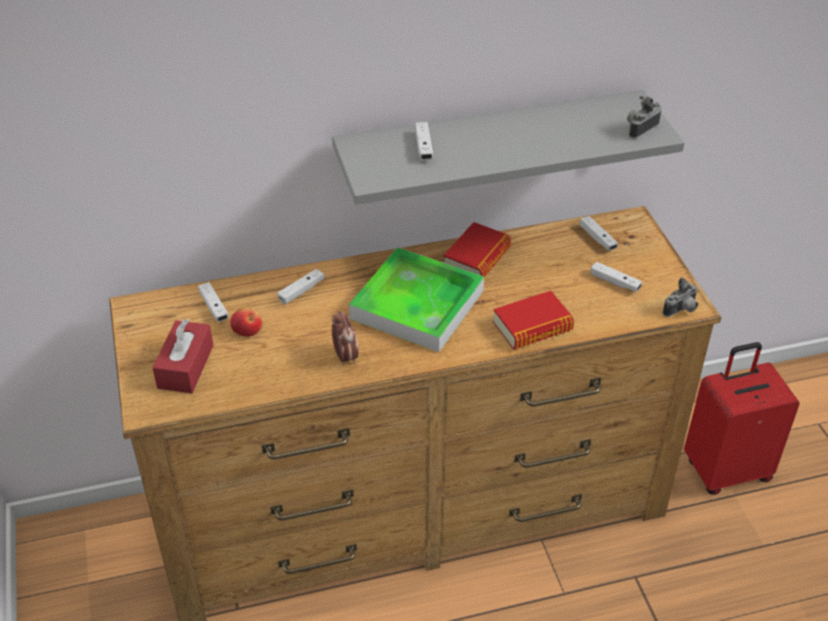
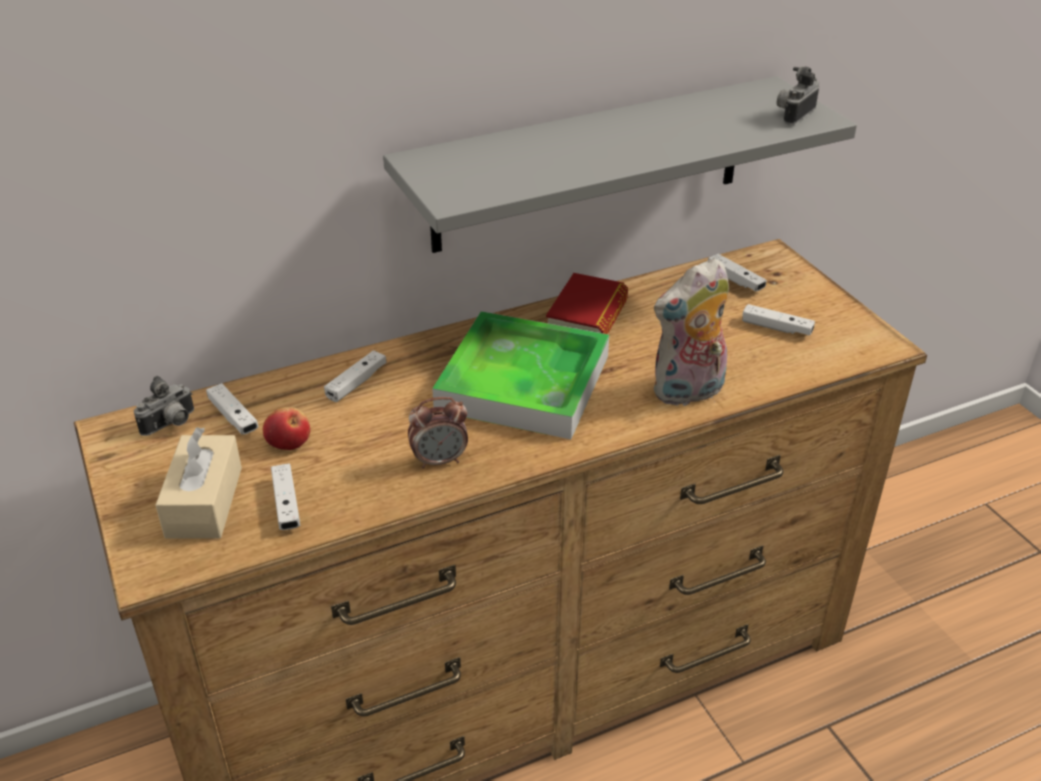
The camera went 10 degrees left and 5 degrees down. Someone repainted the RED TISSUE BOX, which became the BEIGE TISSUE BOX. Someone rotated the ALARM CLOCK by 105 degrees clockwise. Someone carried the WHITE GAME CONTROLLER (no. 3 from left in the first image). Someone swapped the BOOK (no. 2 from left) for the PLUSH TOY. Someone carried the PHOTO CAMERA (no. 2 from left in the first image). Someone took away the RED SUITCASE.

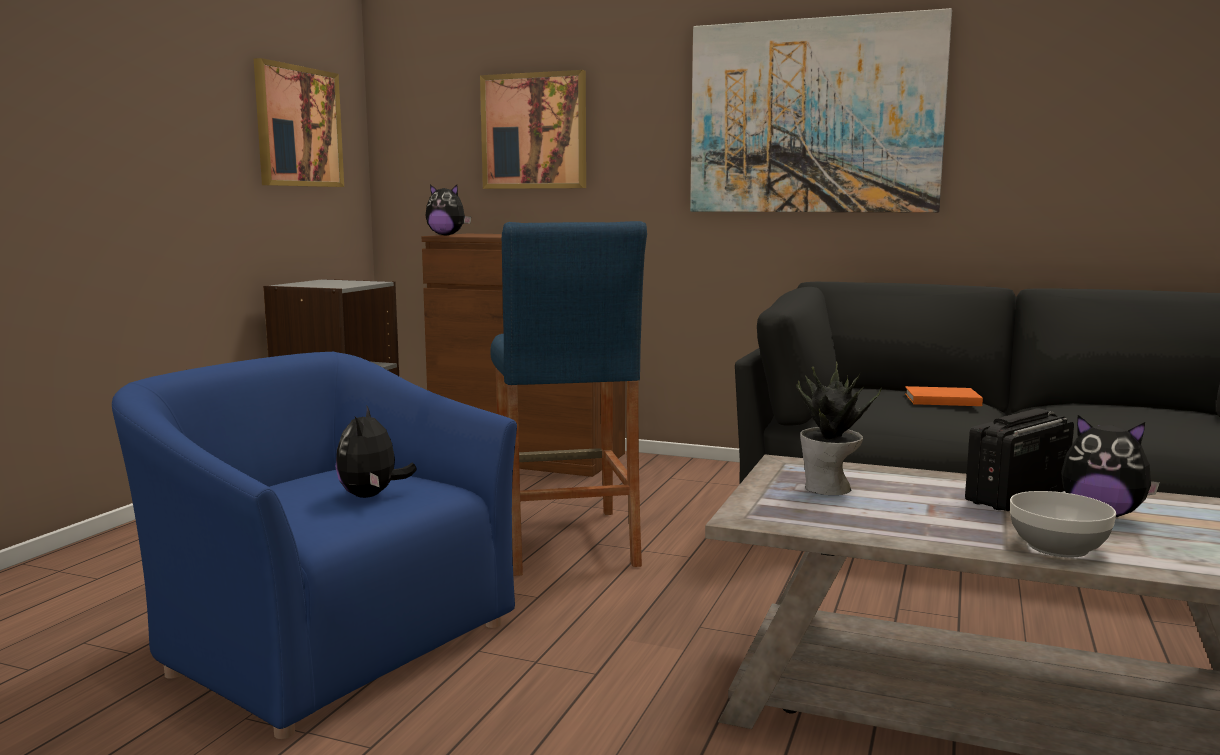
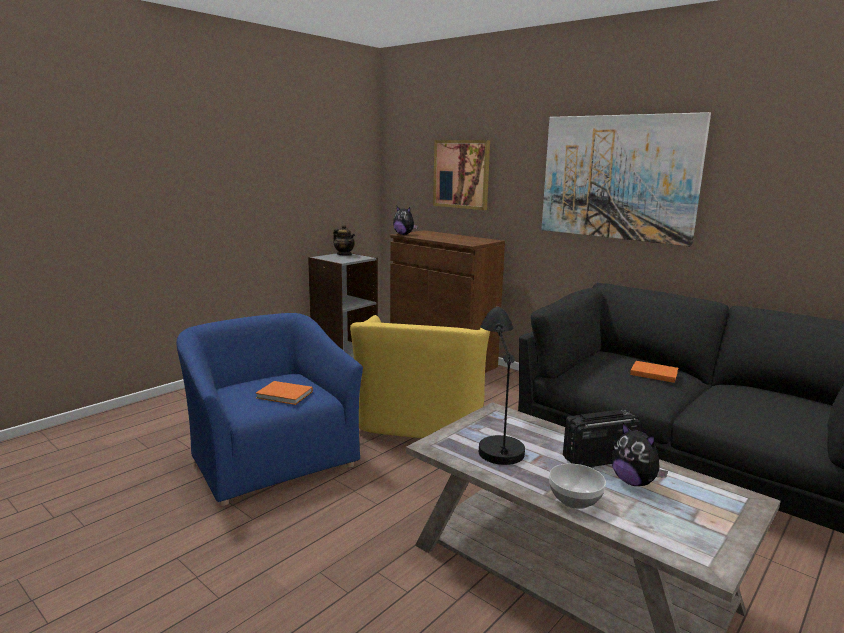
The camera went 20 degrees right and 5 degrees up. Someone took away the PICTURE (no. 1 from left). Someone swapped the PLUSH TOY (no. 1 from left) for the ORANGE BOOK (no. 1 from left). Someone swapped the BLUE STOOL for the YELLOW ARMCHAIR. Someone swapped the POTTED PLANT for the BLACK TABLE LAMP. Someone put down the TEAPOT.

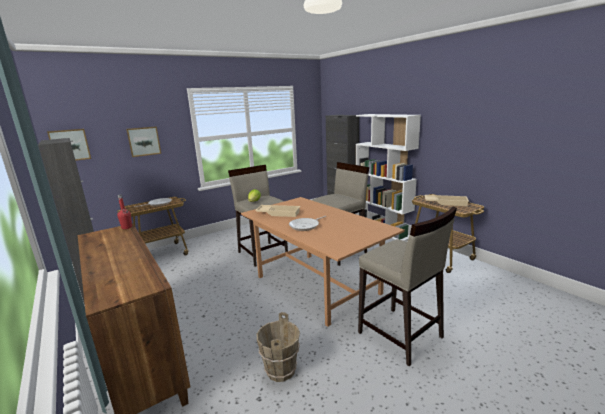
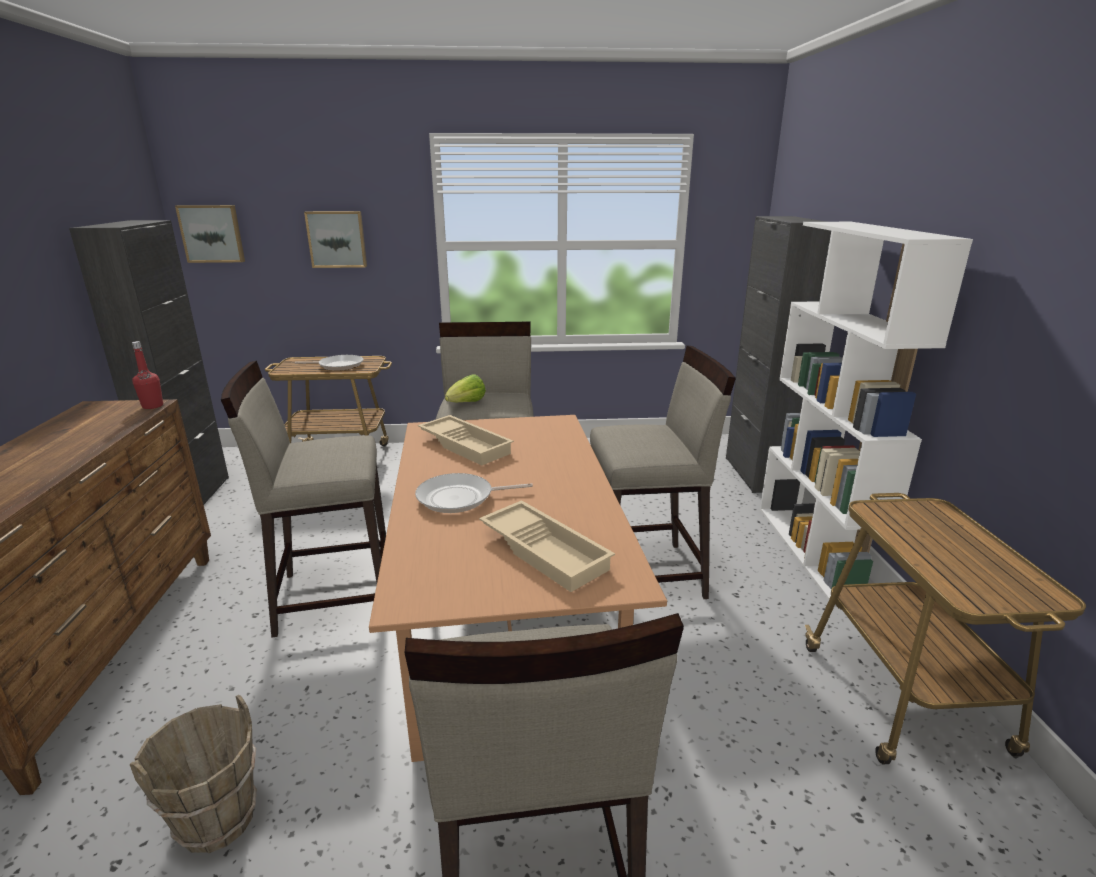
The camera went 30 degrees right and 5 degrees up. Someone carried the BEIGE TRAY (no. 2 from left). Someone put down the BEIGE STOOL (no. 1 from left).

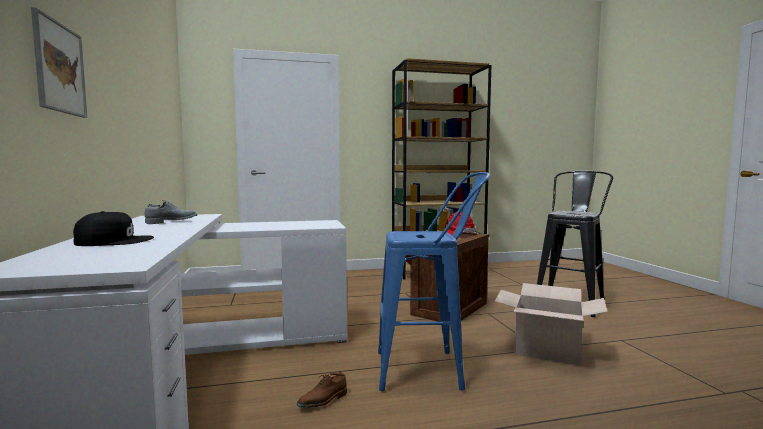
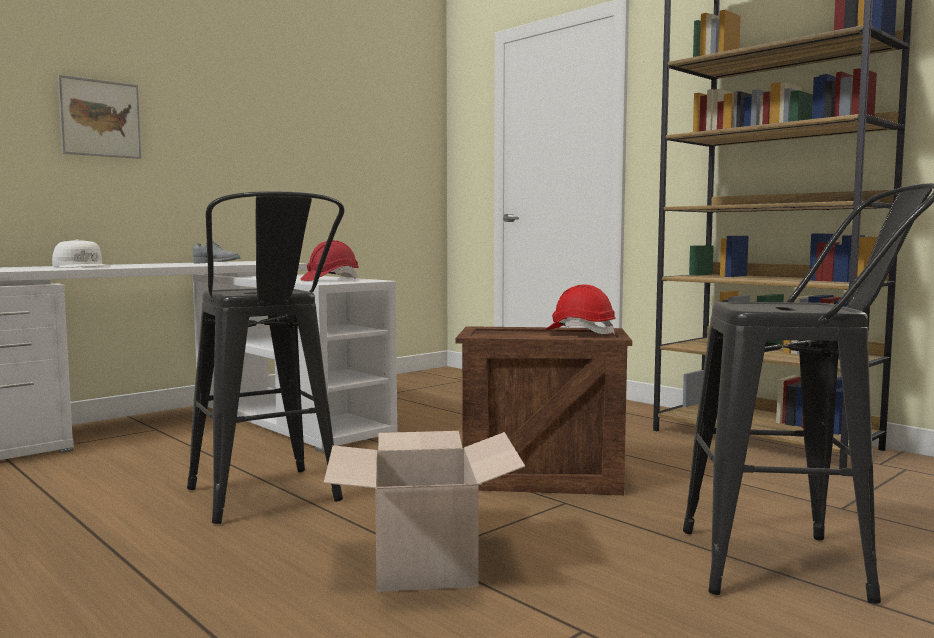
The camera went 60 degrees right and 0 degrees up. Someone repainted the BLACK CAP, which became the WHITE CAP. Someone took away the BROWN SHOE. Someone repainted the BLUE STOOL, which became the BLACK STOOL (no. 1 from left). Someone put down the RED HARD HAT (no. 1 from left).

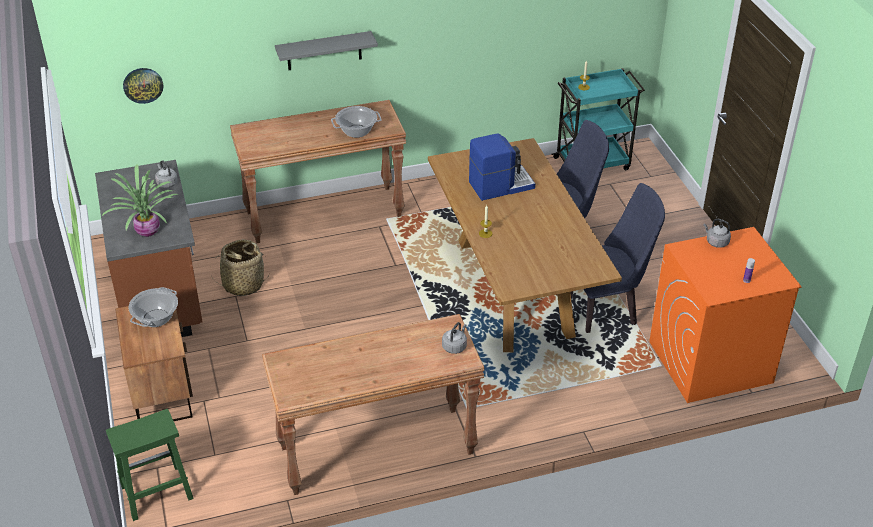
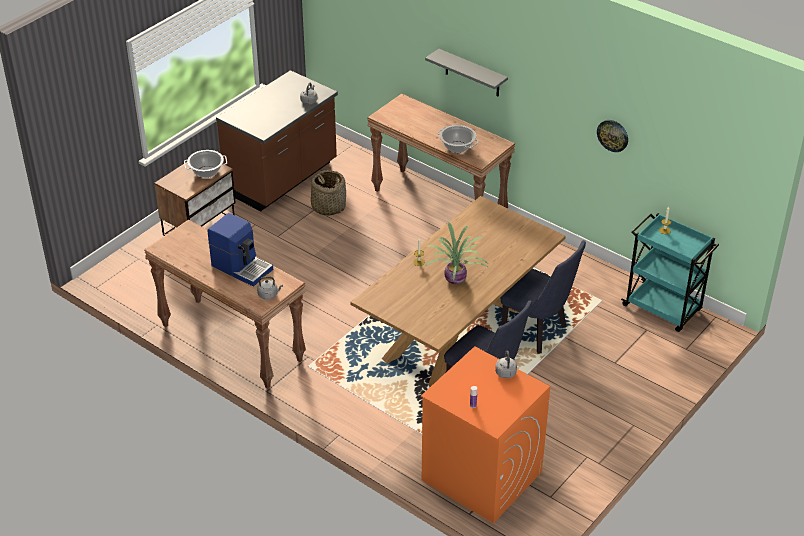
The camera went 55 degrees right and 0 degrees up. Someone carried the POTTED PLANT. Someone took away the GREEN STOOL. Someone carried the WALL CLOCK. Someone carried the COFFEE MACHINE.

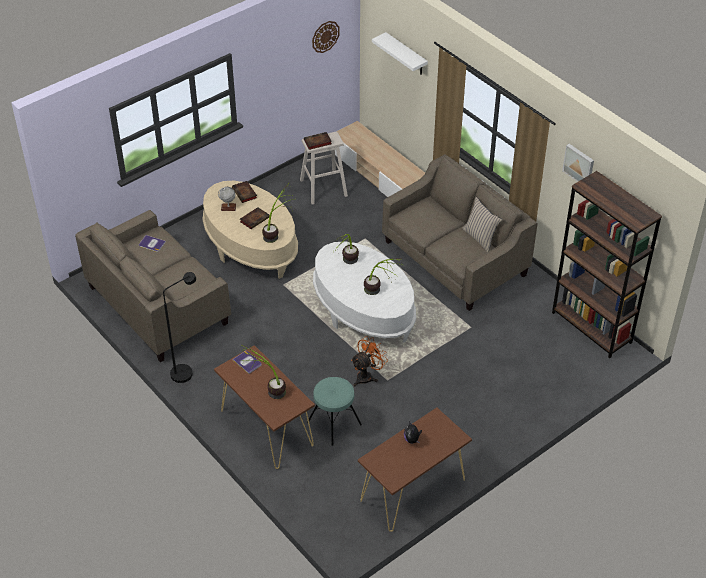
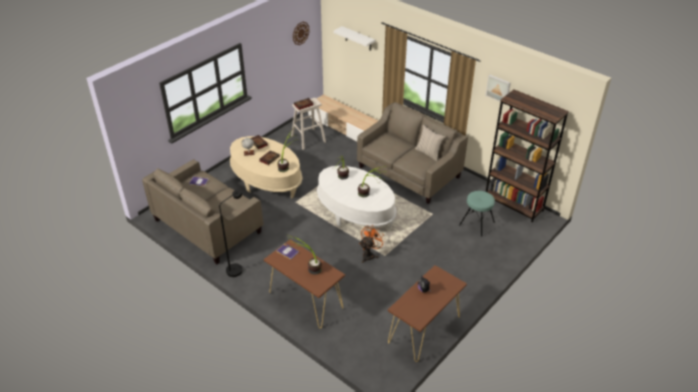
The camera went 10 degrees left and 5 degrees down. Someone carried the TURQUOISE STOOL.

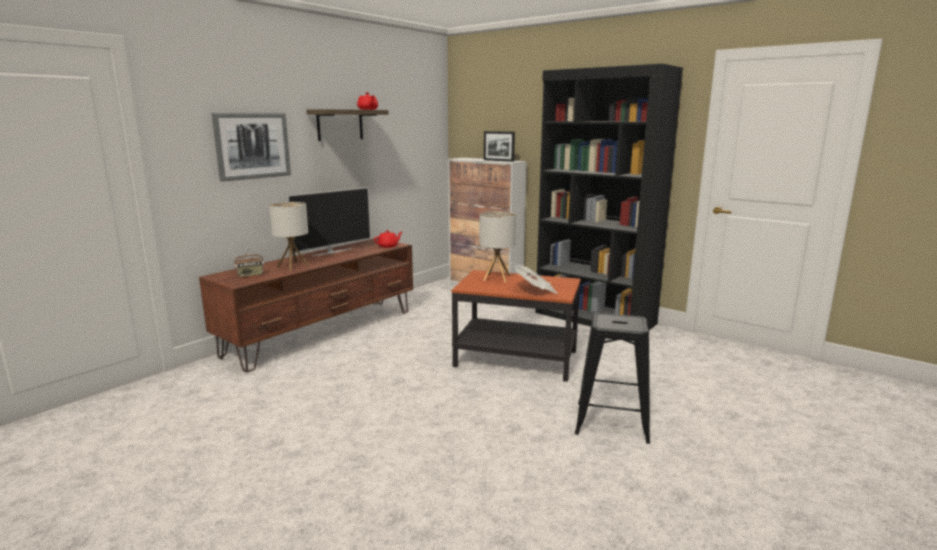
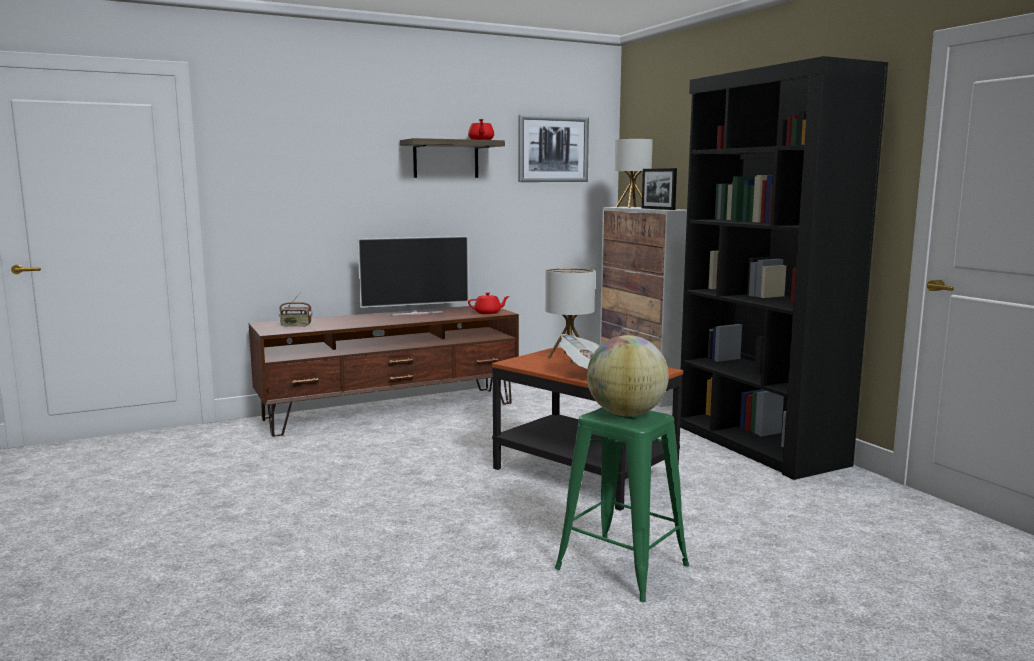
The camera went 25 degrees right and 5 degrees down. Someone carried the PICTURE. Someone carried the TABLE LAMP (no. 1 from left in the first image). Someone repainted the BLACK STOOL, which became the GREEN STOOL. Someone put down the GLOBE.

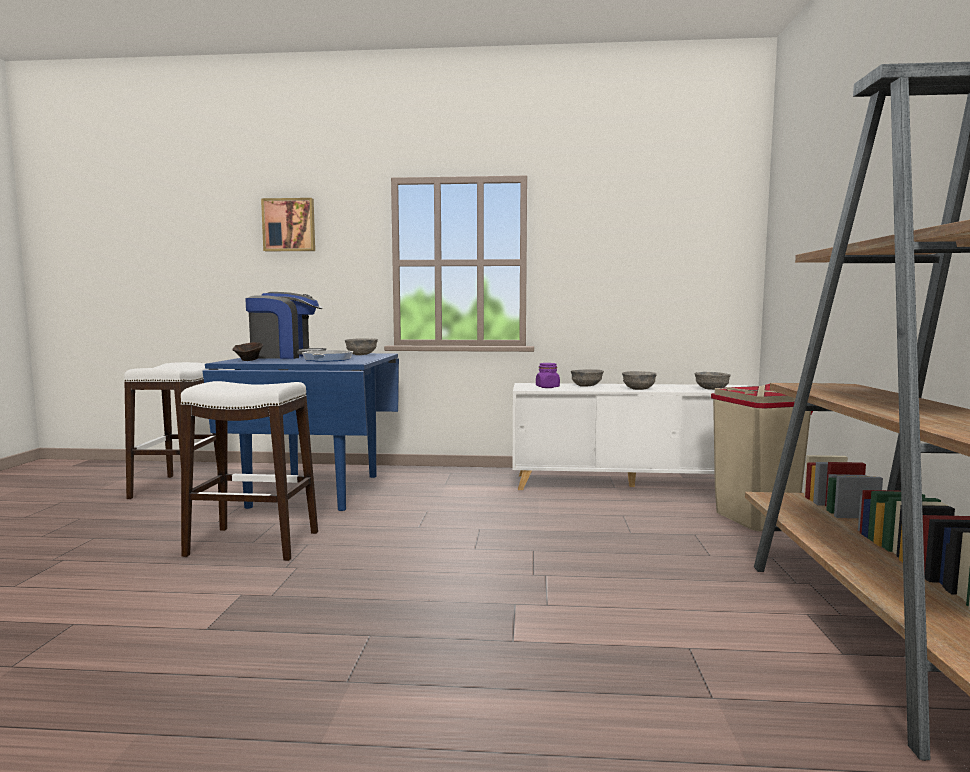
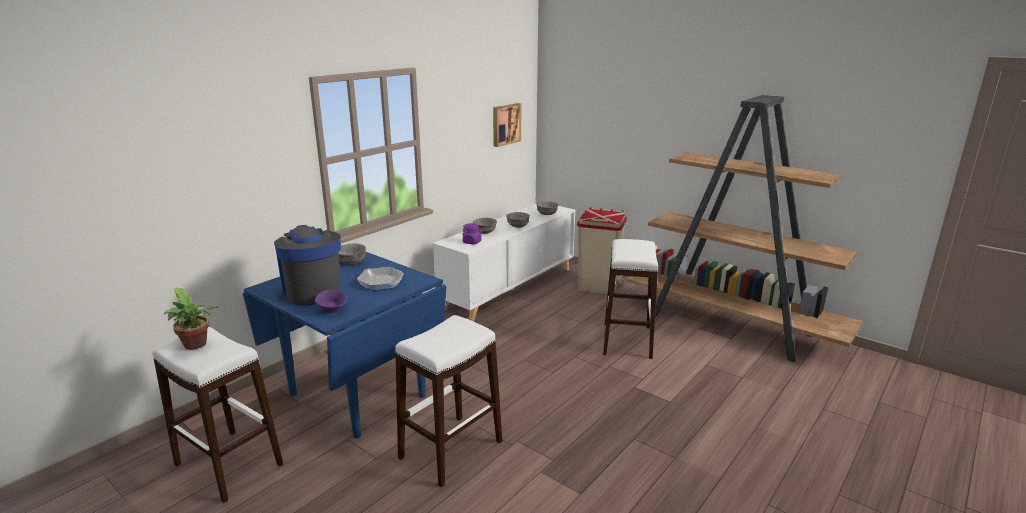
The camera went 55 degrees left and 15 degrees up. Someone repainted the BROWN BOWL, which became the PURPLE BOWL. Someone rotated the COFFEE MACHINE by 60 degrees counterclockwise. Someone carried the PICTURE. Someone put down the POTTED PLANT. Someone put down the WHITE STOOL (no. 3 from left).

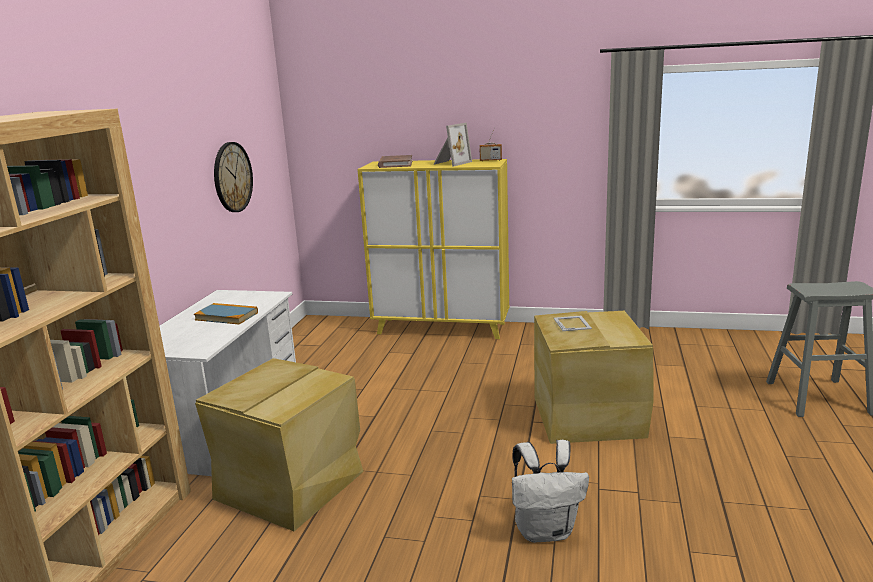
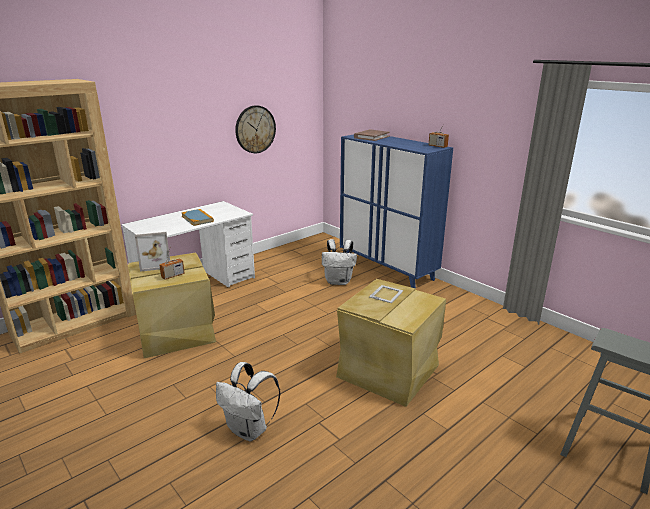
The camera went 35 degrees right and 5 degrees up. Someone repainted the YELLOW CABINET, which became the BLUE CABINET. Someone carried the PICTURE FRAME (no. 1 from left). Someone put down the RADIO (no. 1 from left). Someone put down the WHITE BACKPACK (no. 2 from left).

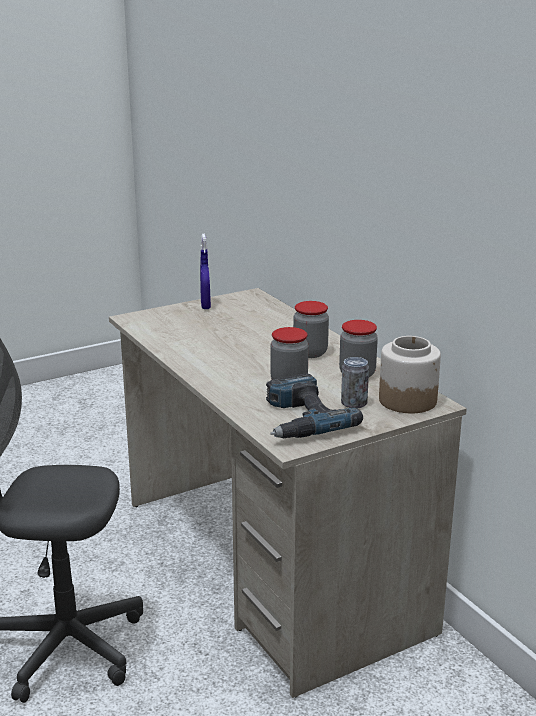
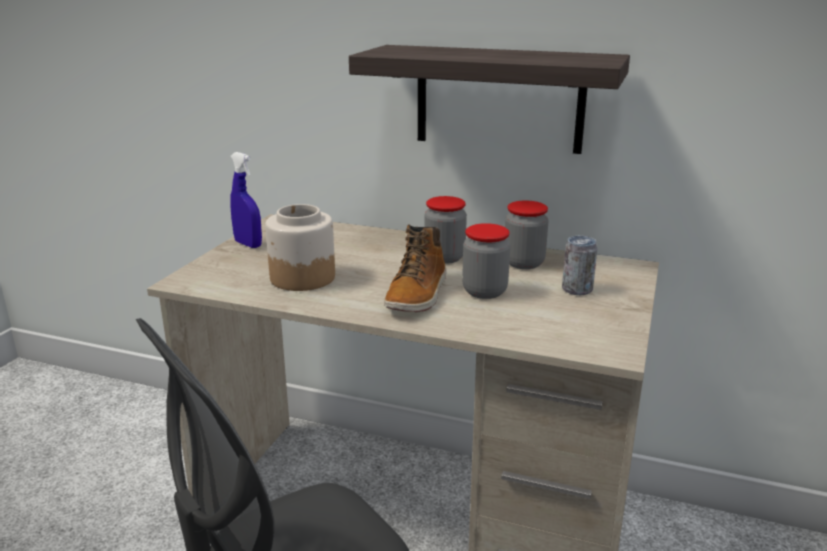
The camera went 40 degrees left and 0 degrees up. Someone took away the POWER DRILL. Someone carried the JAR (no. 4 from left in the first image). Someone put up the SHELF. Someone put down the BOOT.

